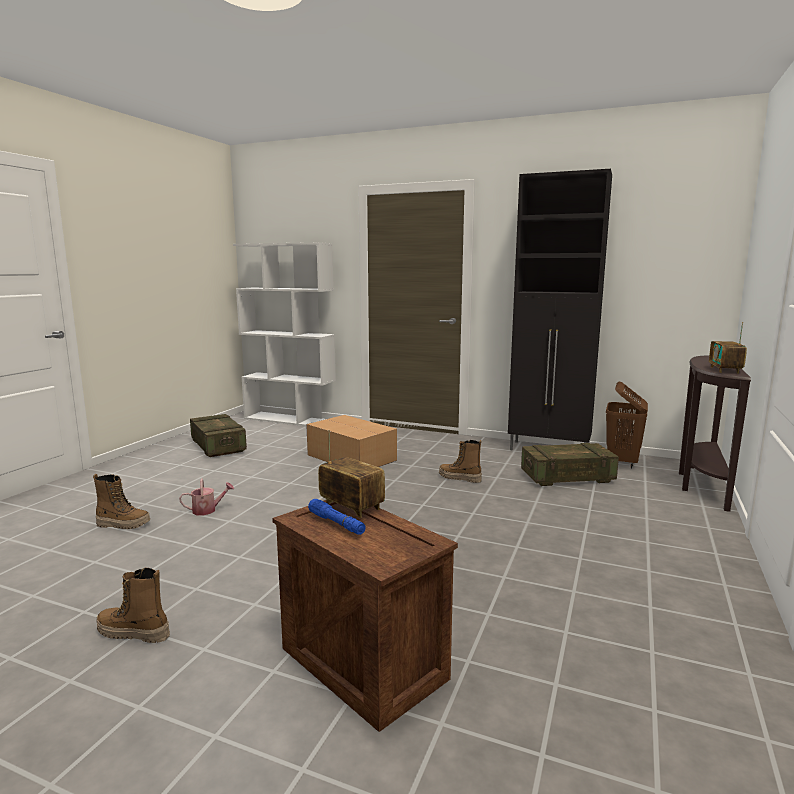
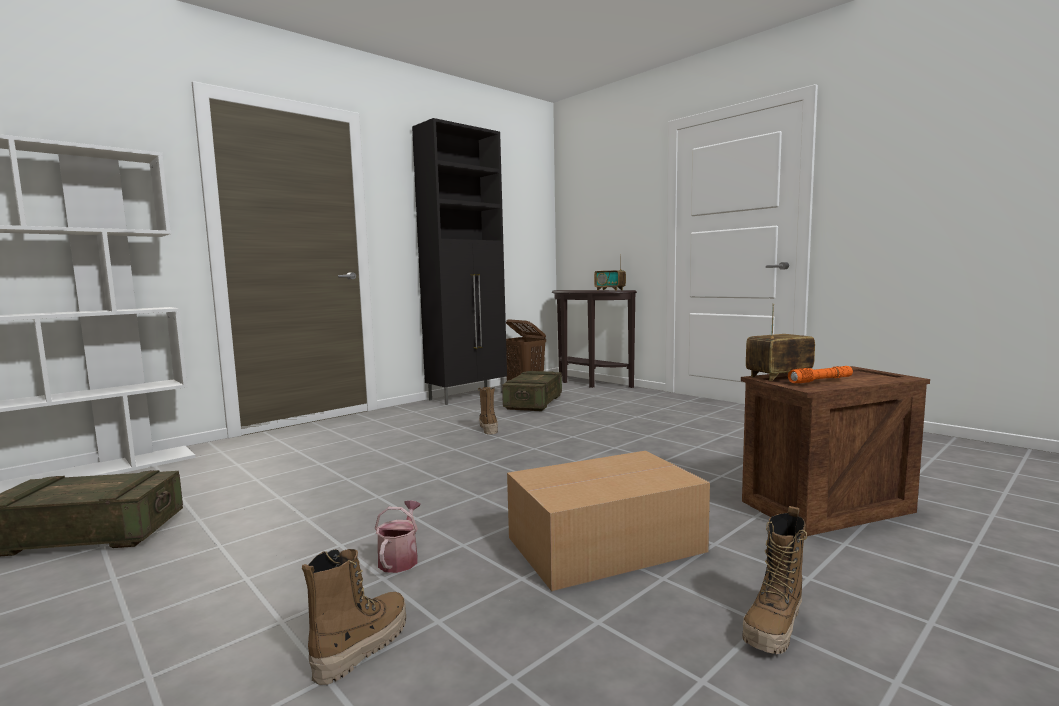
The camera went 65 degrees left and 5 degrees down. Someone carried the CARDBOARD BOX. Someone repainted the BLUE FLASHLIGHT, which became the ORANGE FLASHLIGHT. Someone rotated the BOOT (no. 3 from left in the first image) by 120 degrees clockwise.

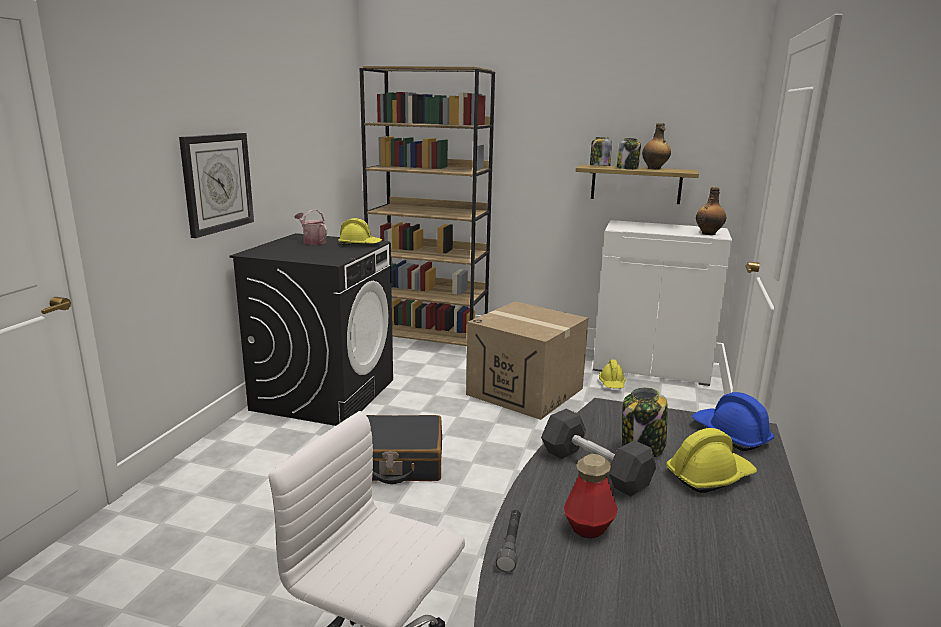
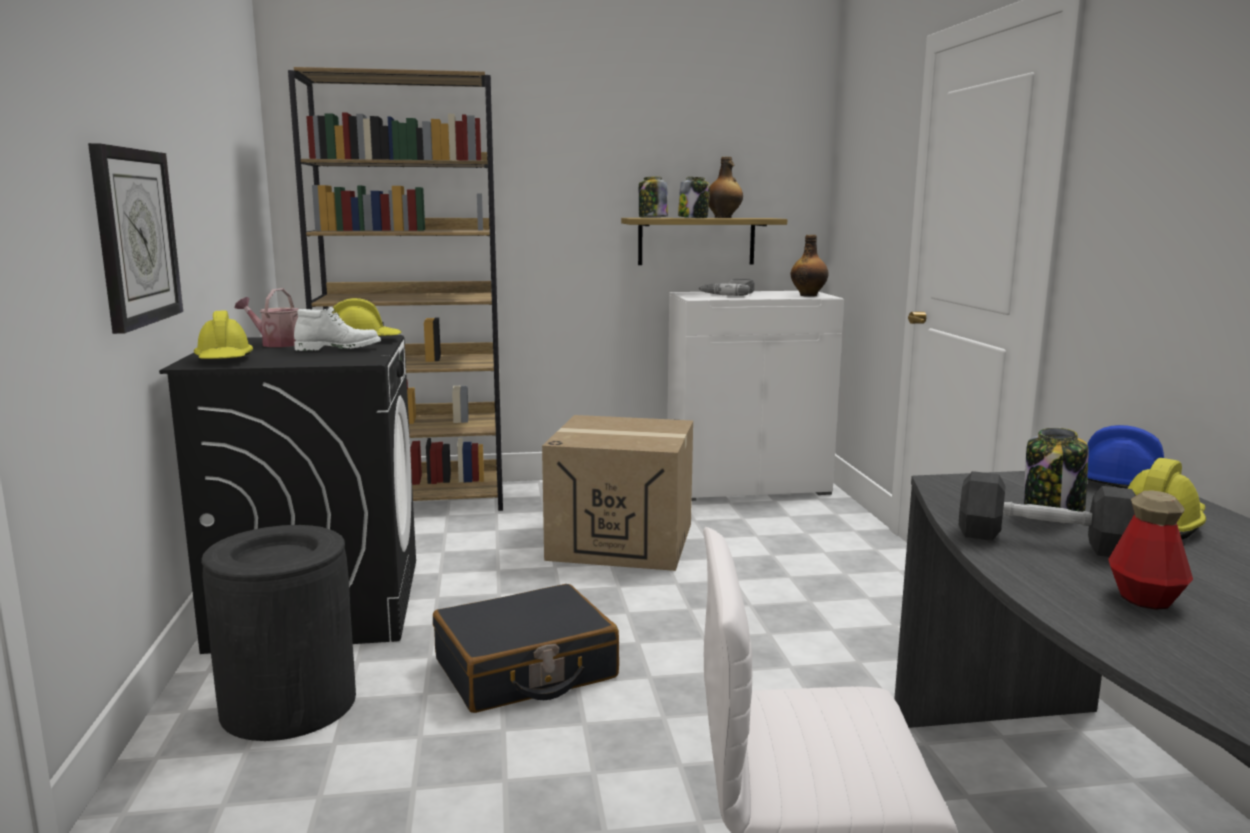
The camera went 25 degrees left and 5 degrees down. Someone took away the GREY FLASHLIGHT. Someone carried the YELLOW HARD HAT (no. 2 from left in the first image). Someone put down the BLACK TRASH CAN. Someone put down the WHITE BOOT. Someone put down the POWER DRILL.

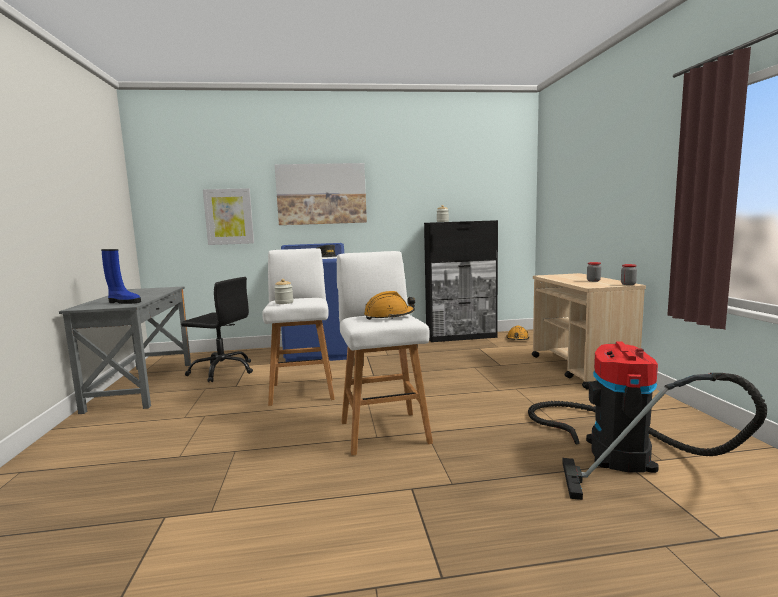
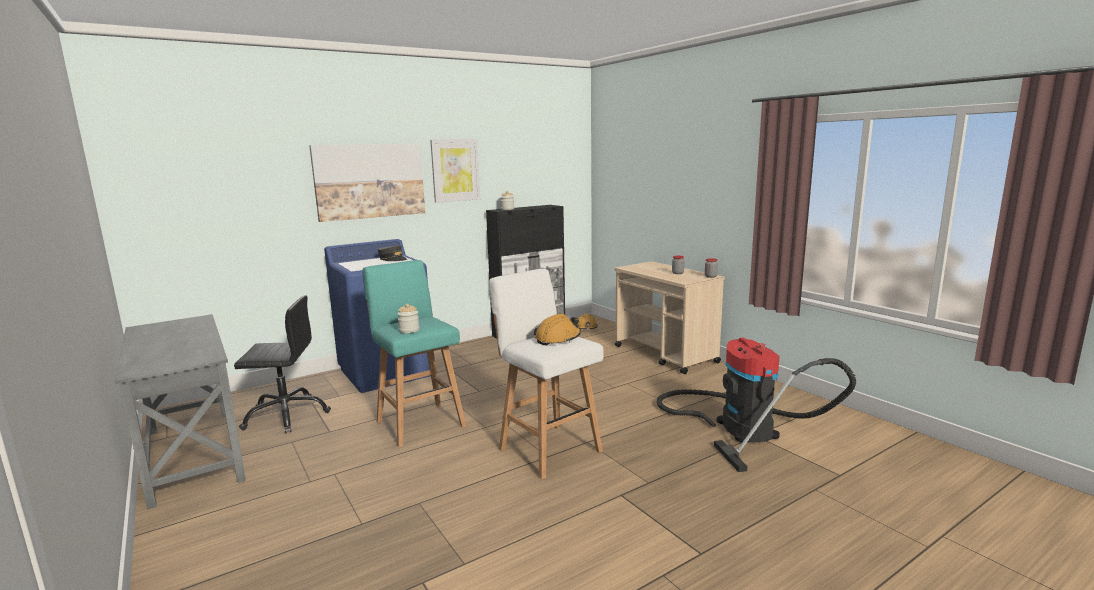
The camera went 25 degrees left and 5 degrees up. Someone took away the BLUE BOOT. Someone carried the PICTURE (no. 1 from left in the first image). Someone repainted the WHITE STOOL (no. 1 from left), which became the TURQUOISE STOOL.

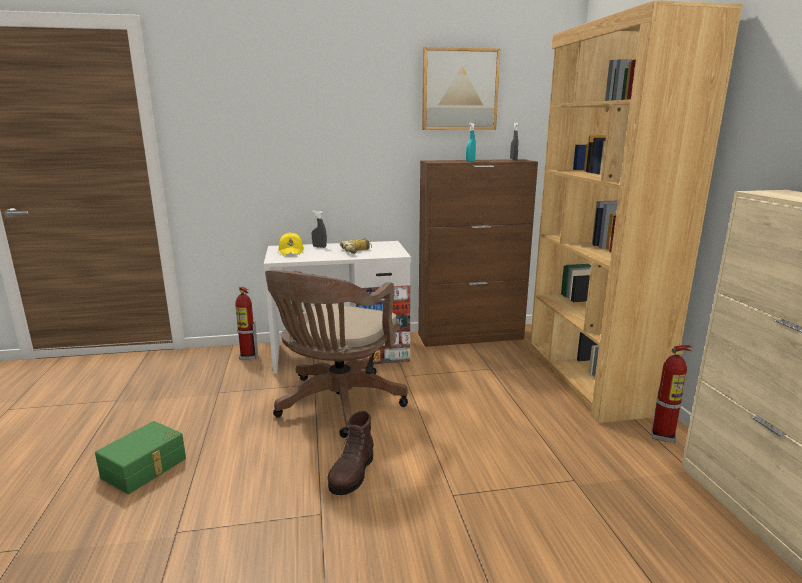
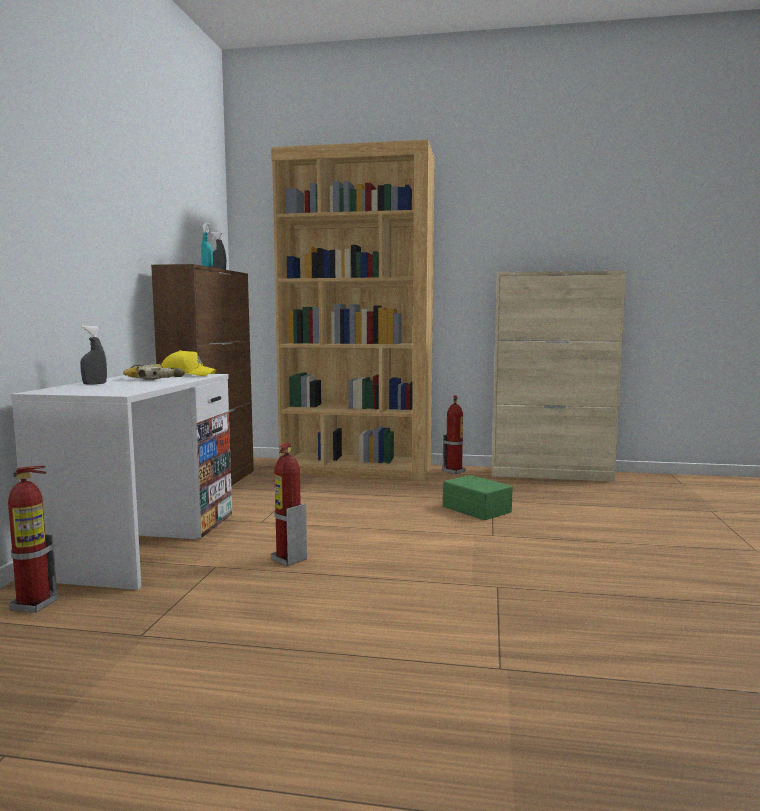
The camera went 70 degrees left and 10 degrees down. Someone carried the GREEN STORAGE BOX. Someone swapped the BROWN OFFICE CHAIR for the FIRE EXTINGUISHER (no. 2 from left). Someone carried the YELLOW CAP. Someone took away the BROWN BOOT. Someone took away the PICTURE.

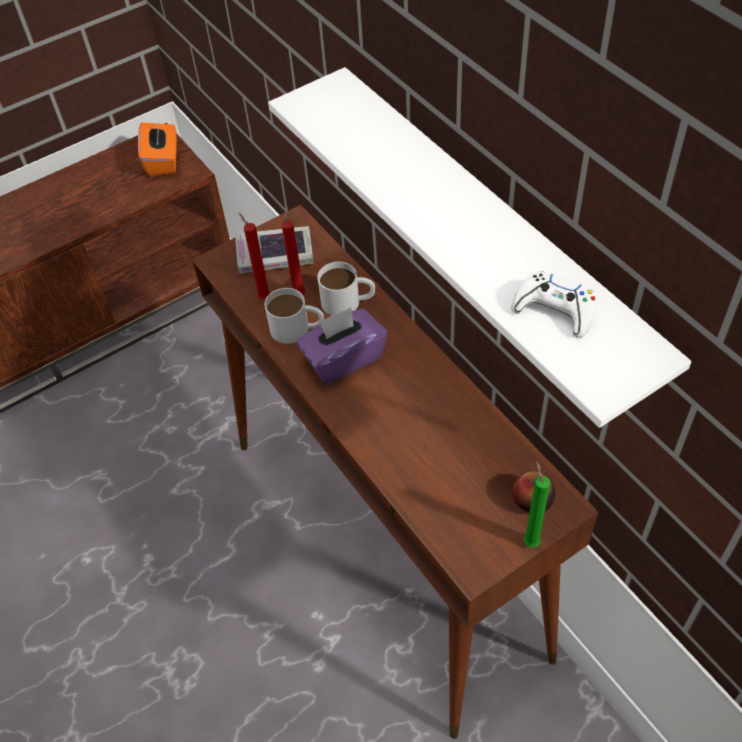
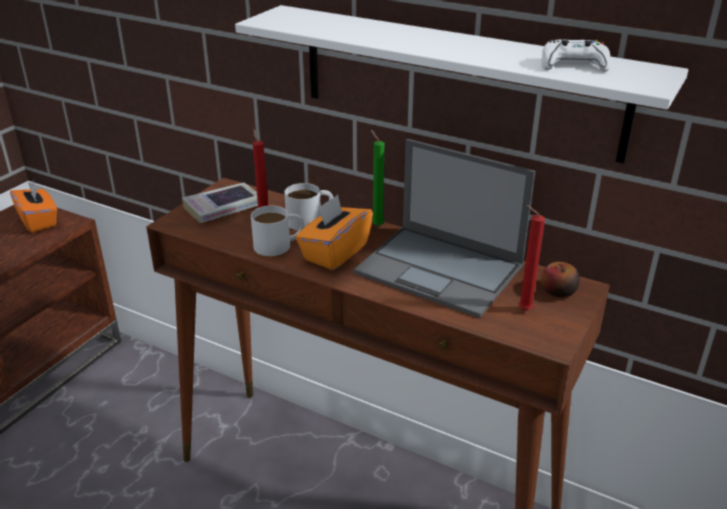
The camera went 30 degrees left and 20 degrees down. Someone carried the RED CANDLE (no. 1 from left in the first image). Someone repainted the PURPLE TISSUE BOX, which became the ORANGE TISSUE BOX (no. 2 from left). Someone carried the GREEN CANDLE. Someone put down the LAPTOP.

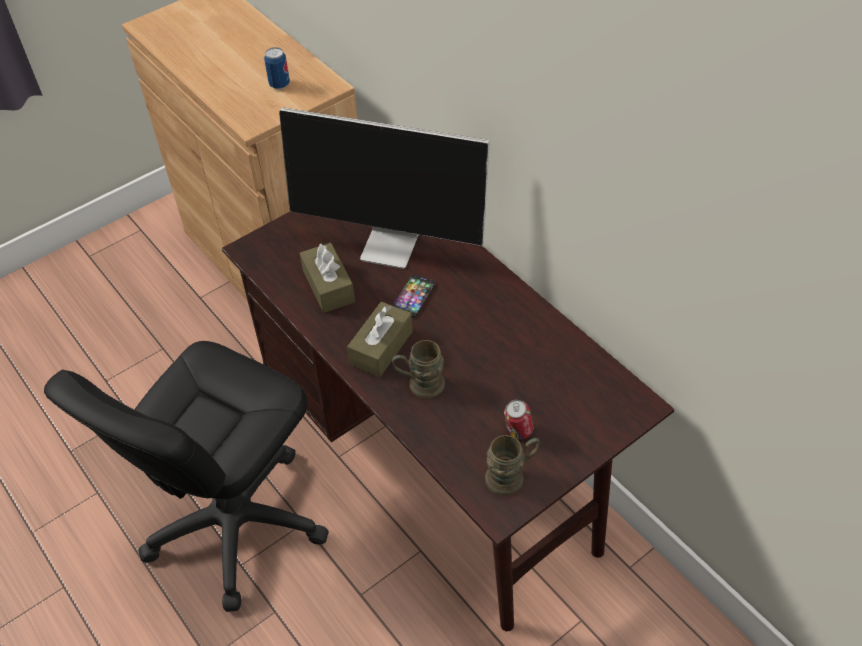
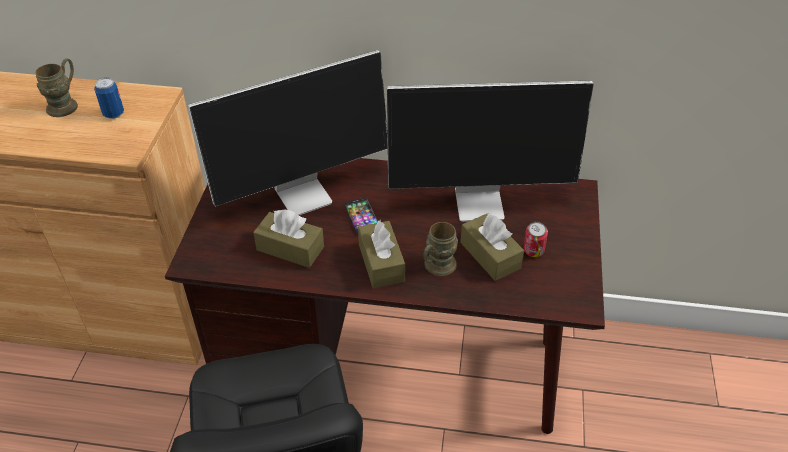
The camera went 45 degrees left and 5 degrees down. Someone carried the BROWN MUG (no. 2 from left in the first image). Someone put down the MONITOR (no. 2 from left). Someone put down the BROWN TISSUE BOX (no. 3 from left).

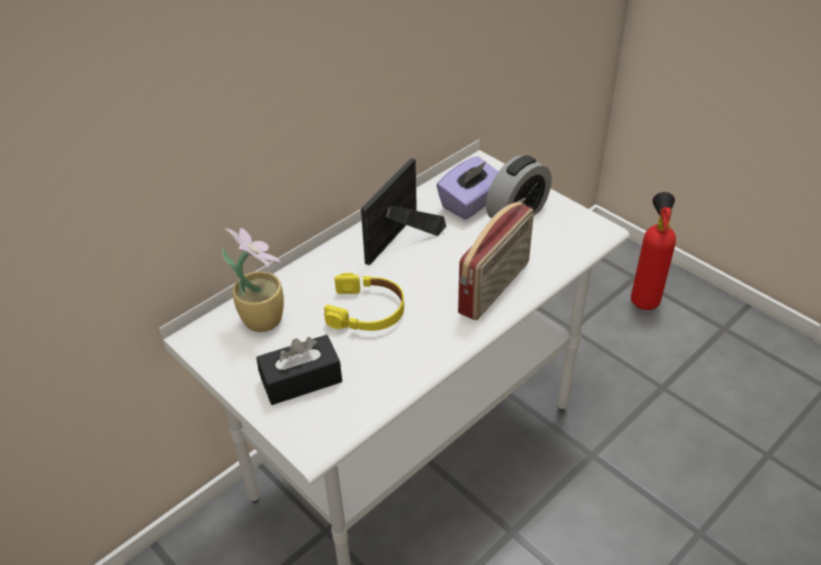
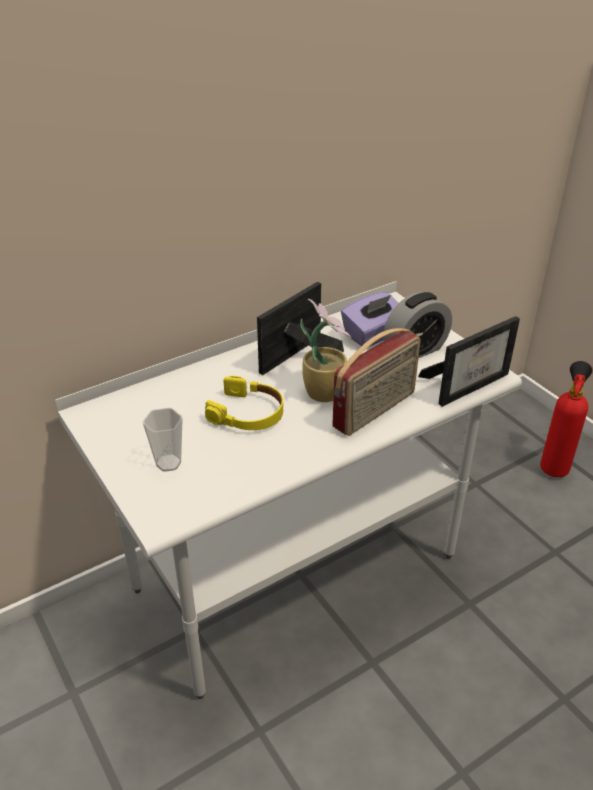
The camera went 10 degrees right and 5 degrees down. Someone carried the POTTED PLANT. Someone swapped the BLACK TISSUE BOX for the CUP. Someone put down the PICTURE FRAME (no. 2 from left).

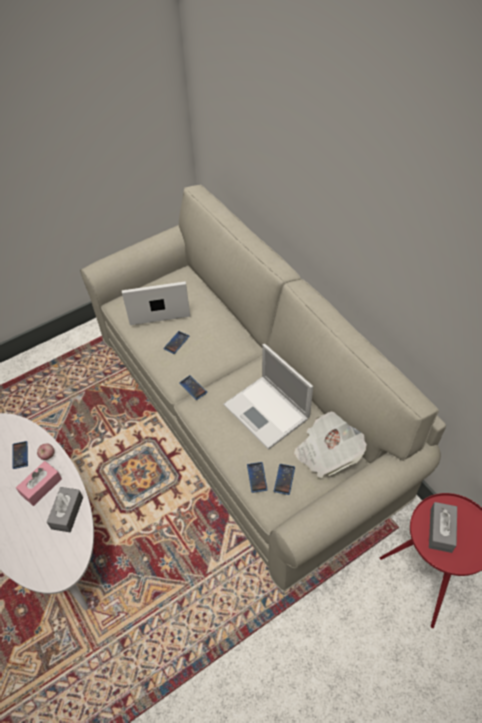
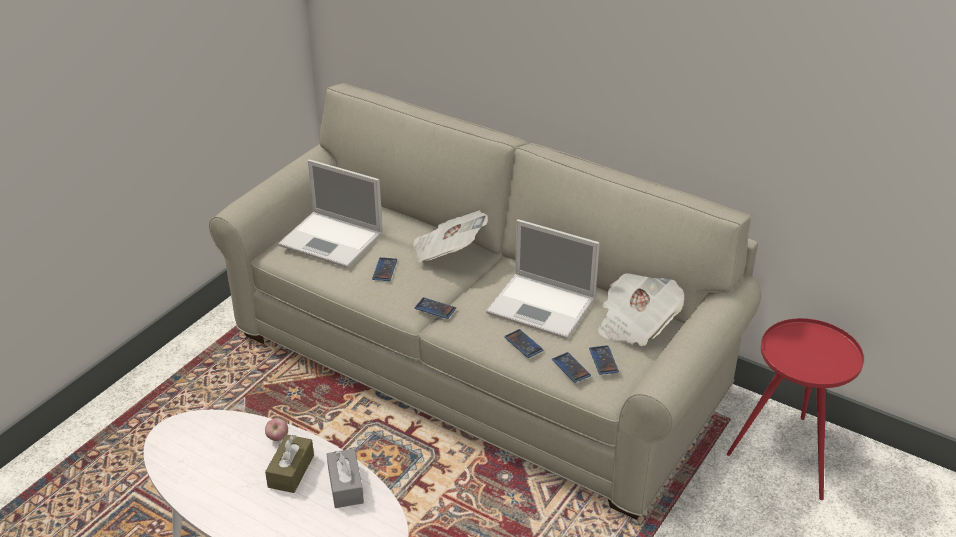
The camera went 25 degrees left and 15 degrees down. Someone carried the PHONE (no. 1 from left in the first image). Someone repainted the PINK TISSUE BOX, which became the BROWN TISSUE BOX. Someone rotated the LAPTOP (no. 1 from left) by 120 degrees counterclockwise. Someone took away the GREY TISSUE BOX (no. 2 from left). Someone put down the NEWSPAPER (no. 1 from left).

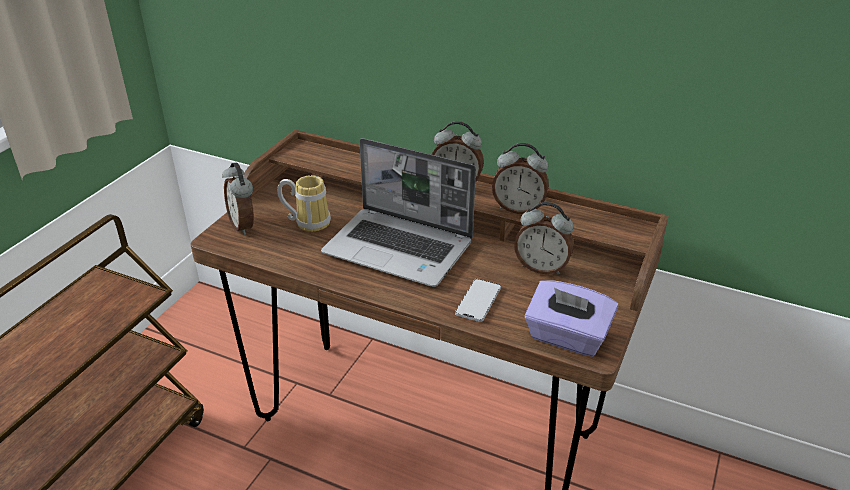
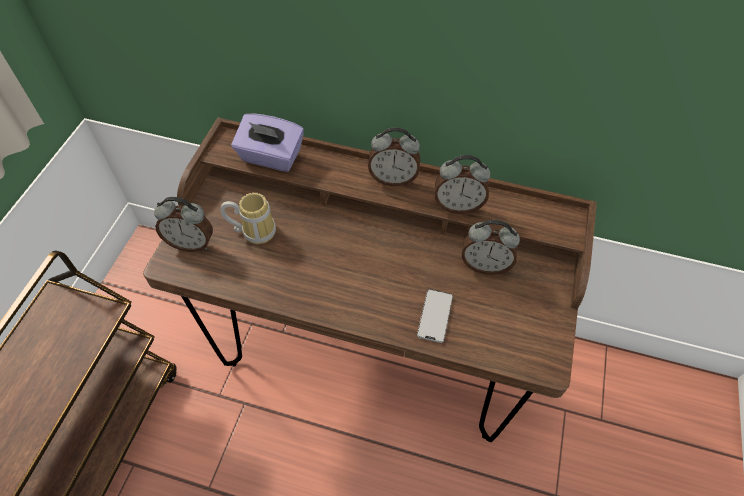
The camera went 10 degrees left and 20 degrees up. Someone rotated the ALARM CLOCK (no. 1 from left) by 45 degrees counterclockwise. Someone took away the LAPTOP. Someone carried the PURPLE TISSUE BOX.

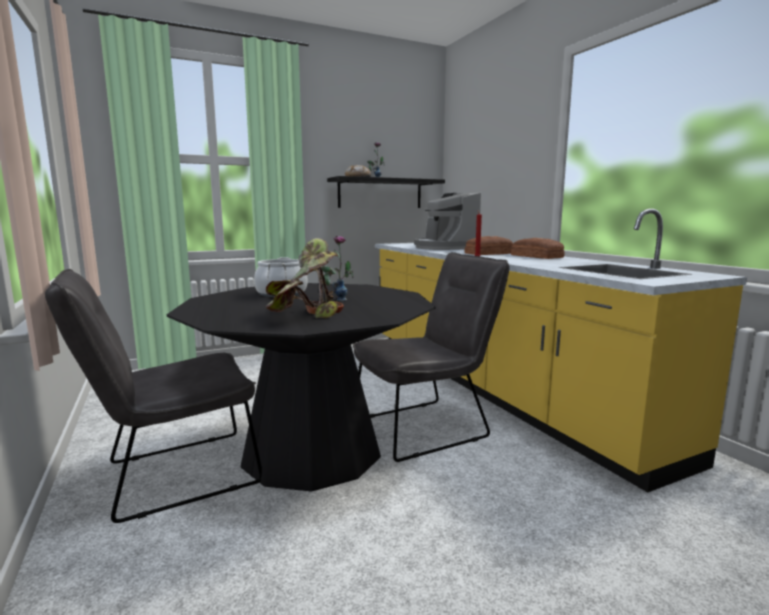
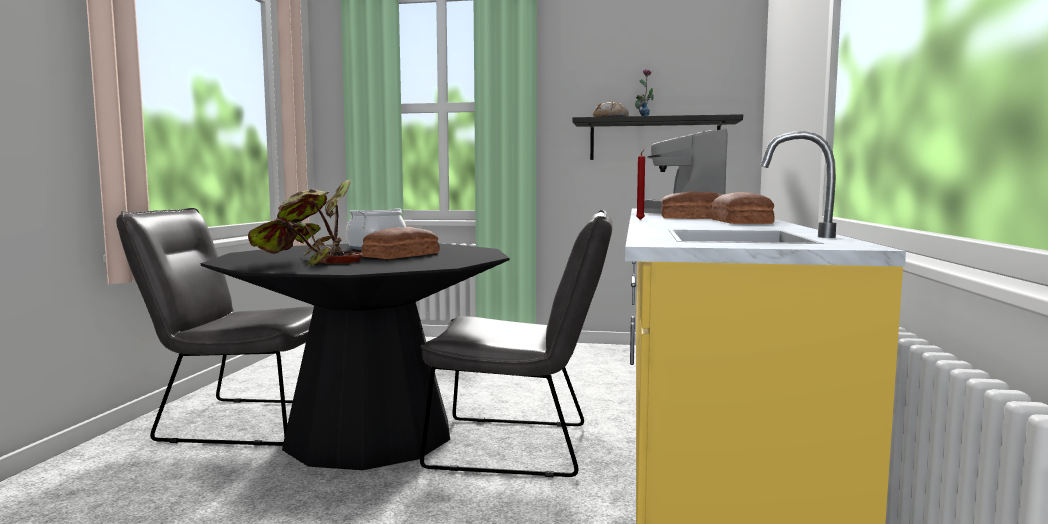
The camera went 35 degrees right and 5 degrees down. Someone swapped the VASE (no. 1 from left) for the BREAD (no. 1 from left).

